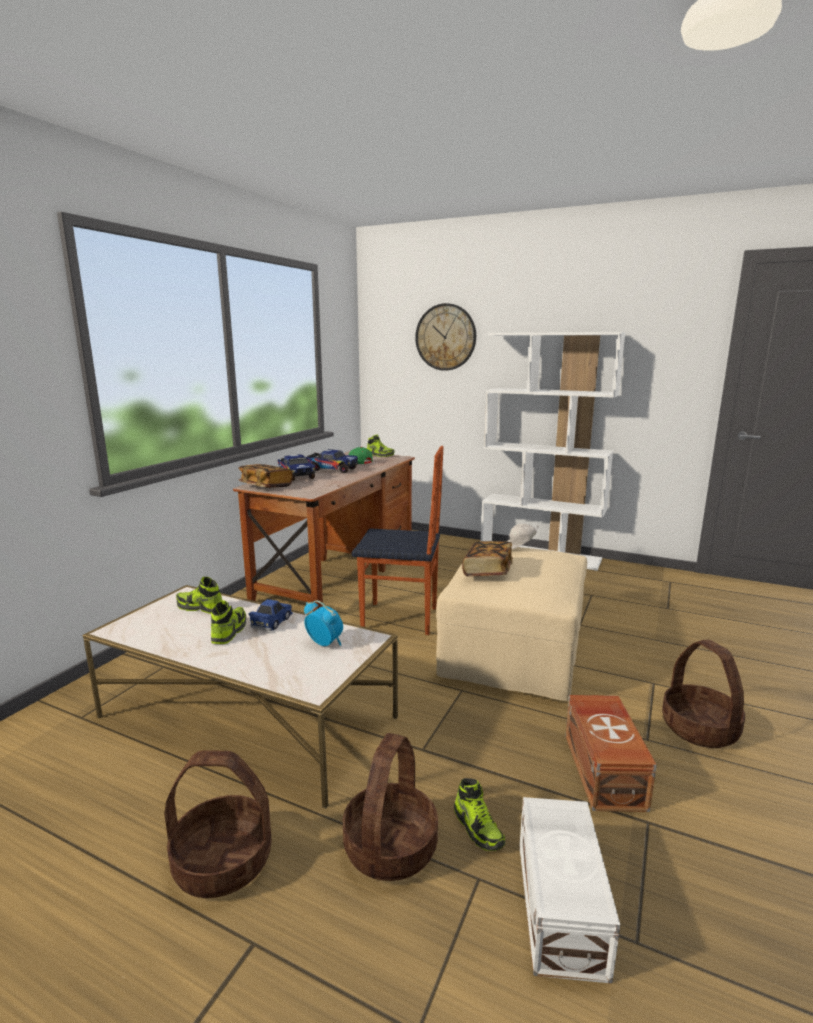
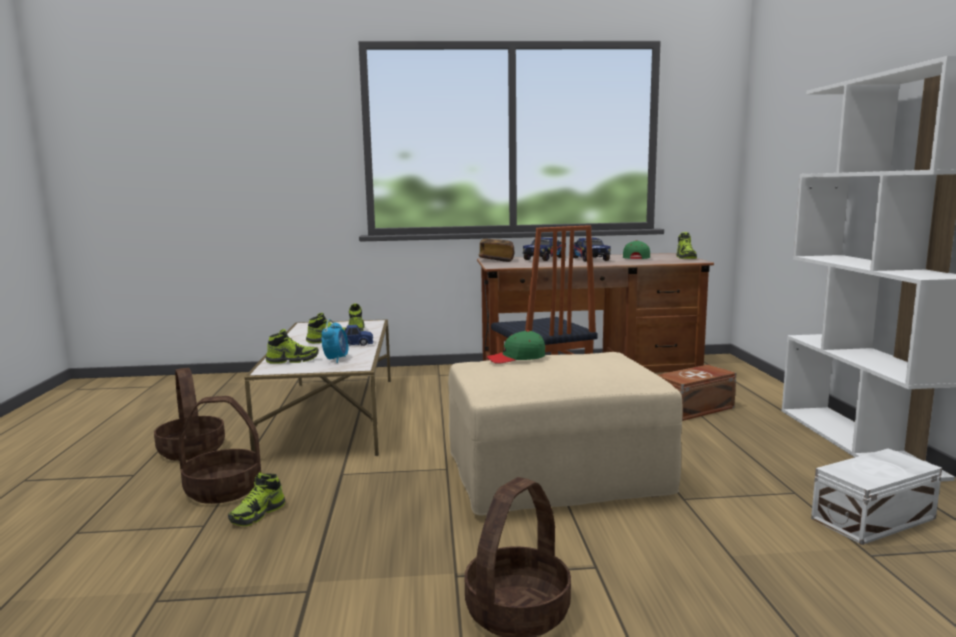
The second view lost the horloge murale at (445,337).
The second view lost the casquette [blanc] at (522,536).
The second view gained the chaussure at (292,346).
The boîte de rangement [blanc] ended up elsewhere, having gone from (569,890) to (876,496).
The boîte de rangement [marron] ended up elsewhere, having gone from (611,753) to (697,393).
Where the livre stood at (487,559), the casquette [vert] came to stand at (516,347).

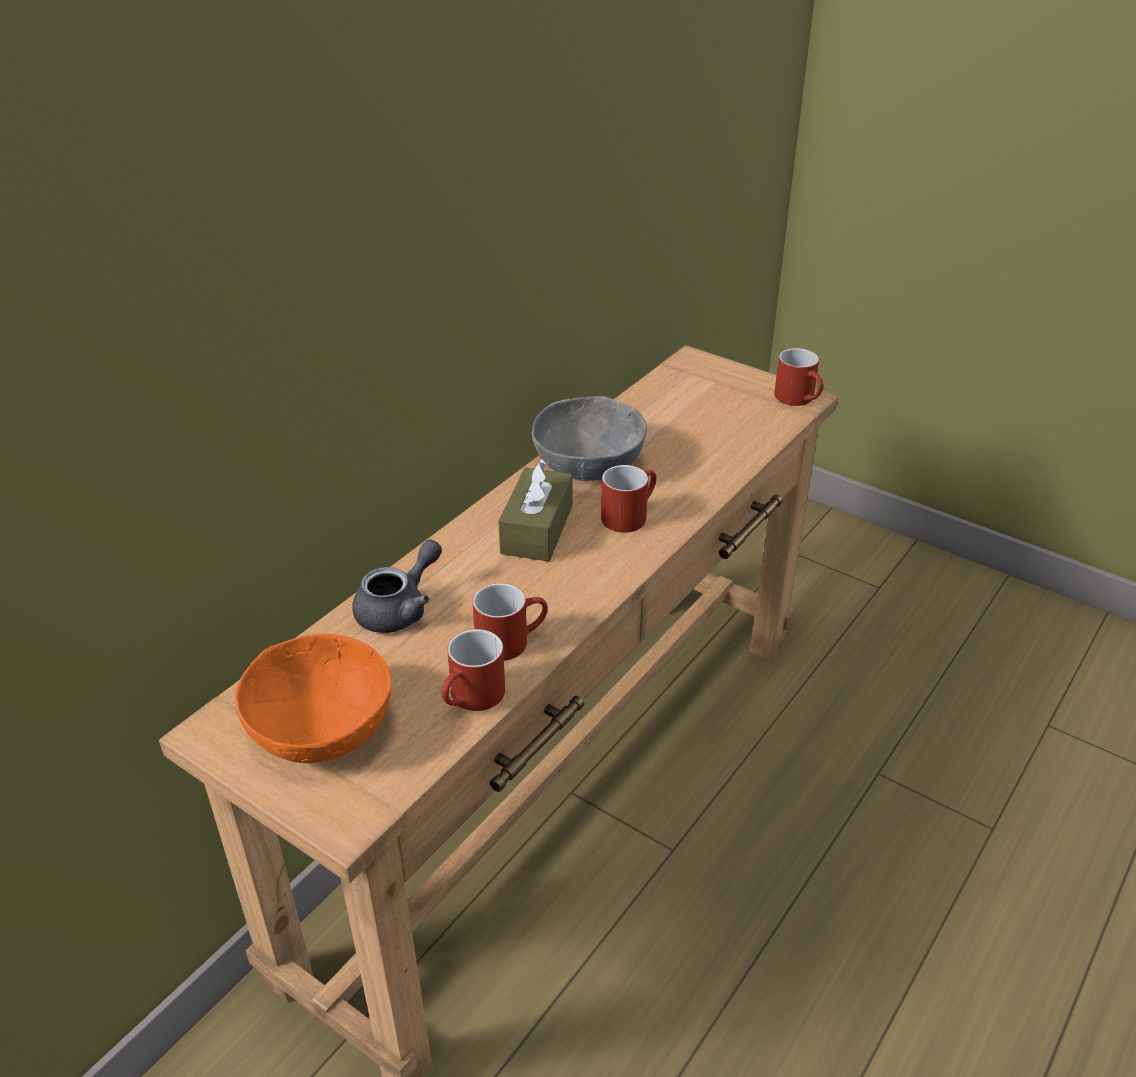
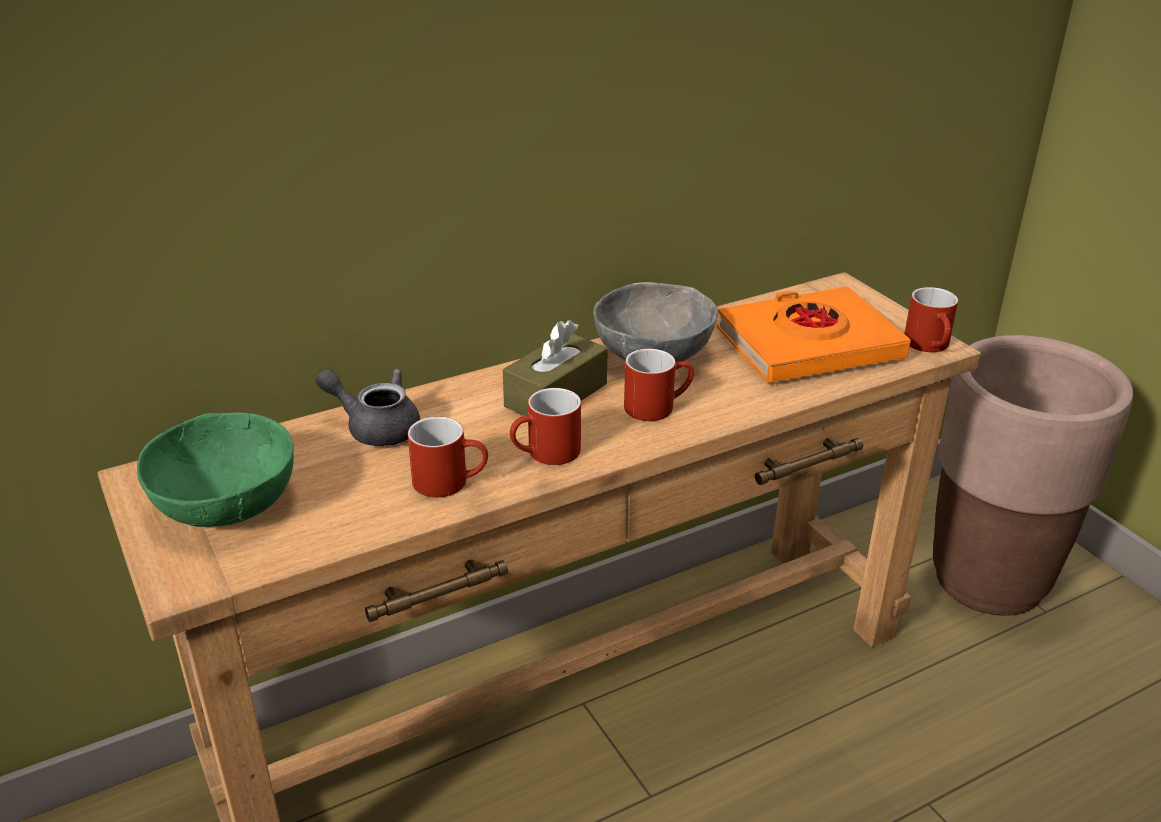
The second view gained the livre [orange] at (813,334).
The second view gained the cache-pot [marron] at (1033,475).
The mug [rouge] ended up elsewhere, having gone from (473,670) to (545,426).
What was the bol [orange] at (313,698) turned into the bol [vert] at (215,469).
The théière [gris] at (397,586) ended up facing another way, 135 degrees counterclockwise from before.

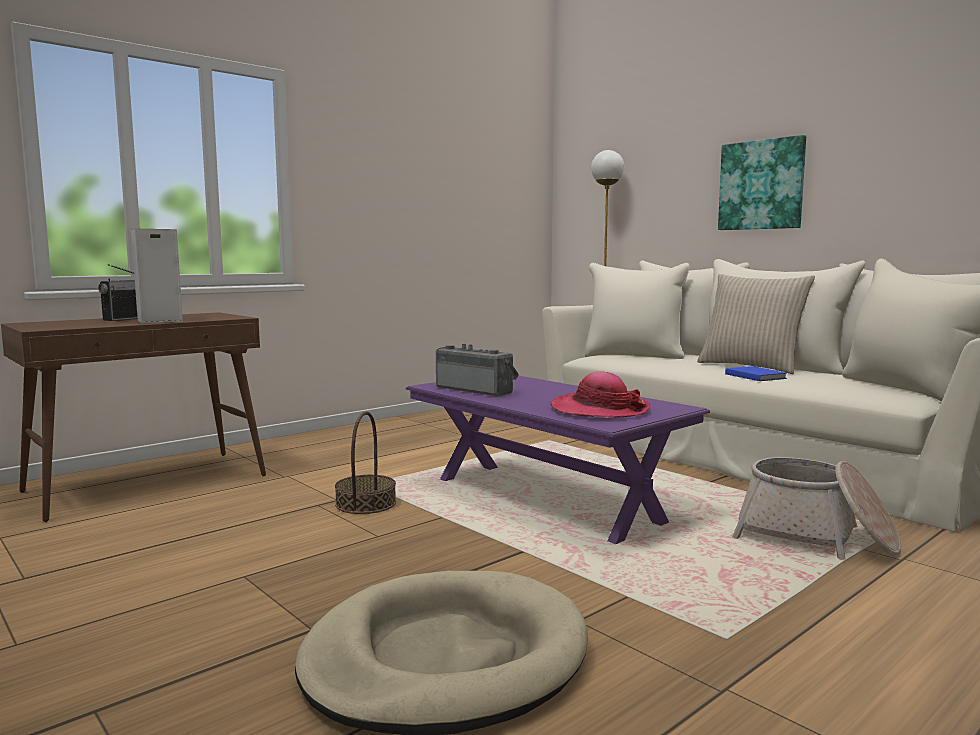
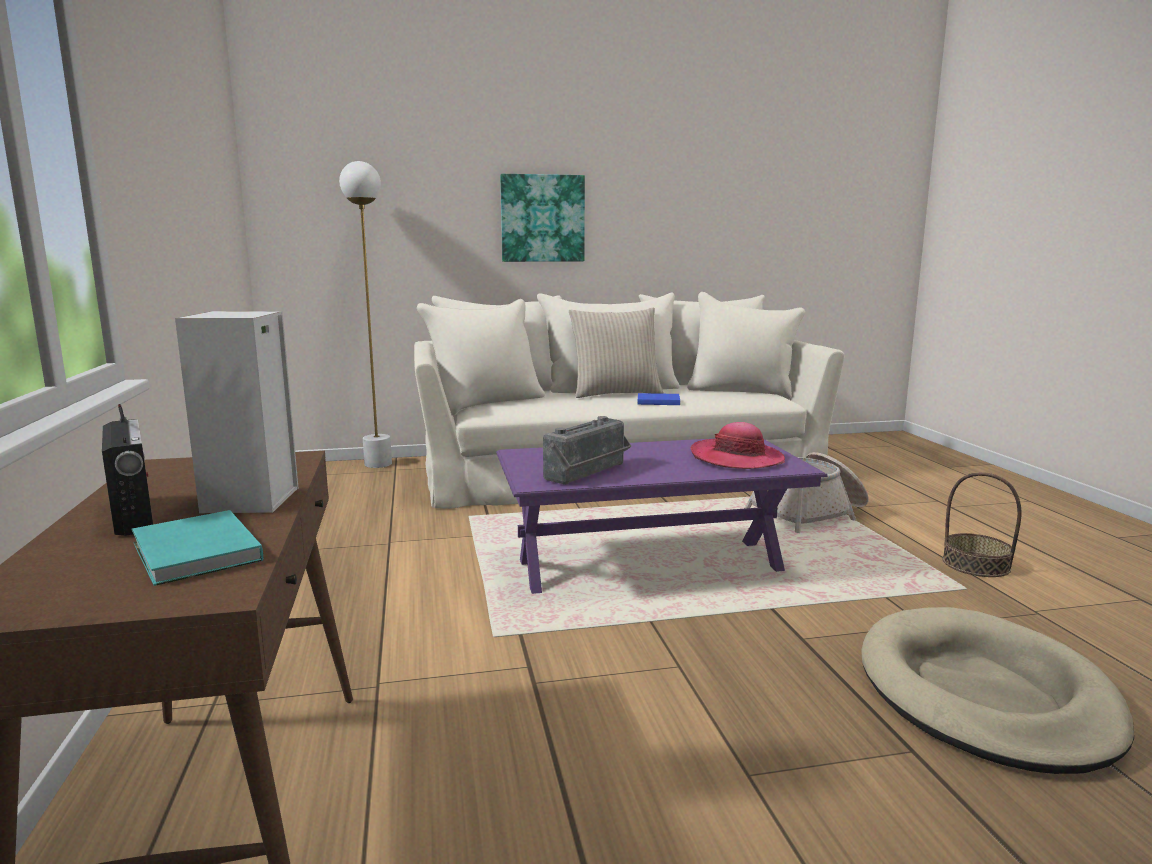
The second view gained the livre [turquoise] at (197,548).
The panier ended up elsewhere, having gone from (365,462) to (981,524).
The radio at (477,370) ended up facing another way, 150 degrees clockwise from before.

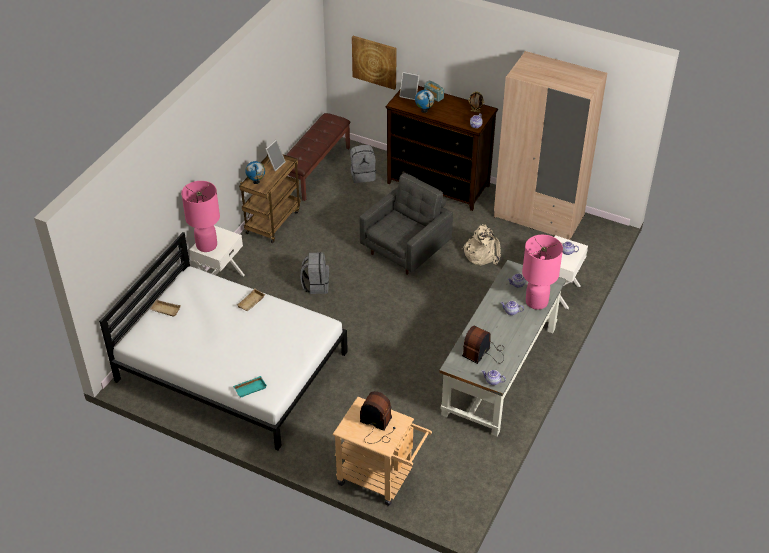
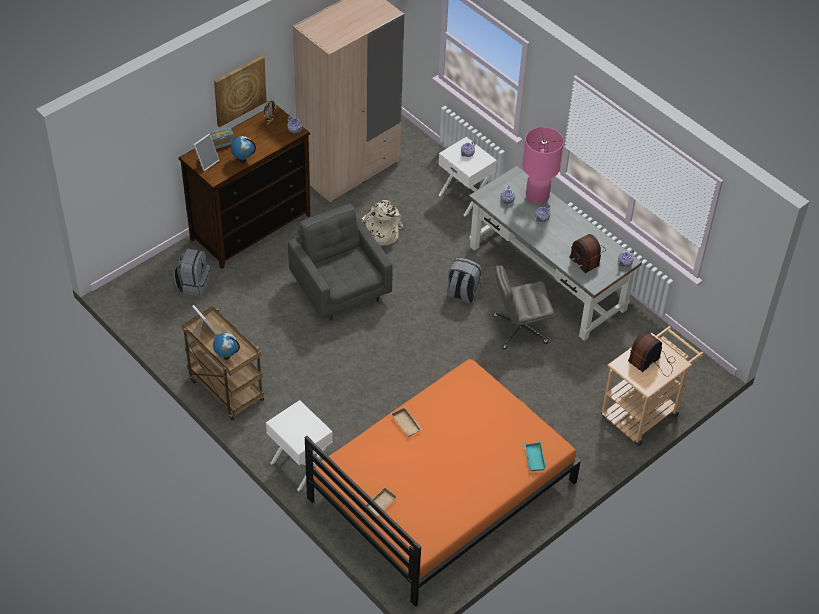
The second view lost the lampe de table [rose] at (200,216).
The second view lost the banc [marron] at (318,157).
The second view gained the chaise de bureau [gris] at (523,307).
The sac à dos [gris] ended up elsewhere, having gone from (314,273) to (464,281).
The tableau ended up elsewhere, having gone from (374,63) to (240,91).
What was the lit [blanc] at (223,341) turned into the lit [orange] at (443,483).

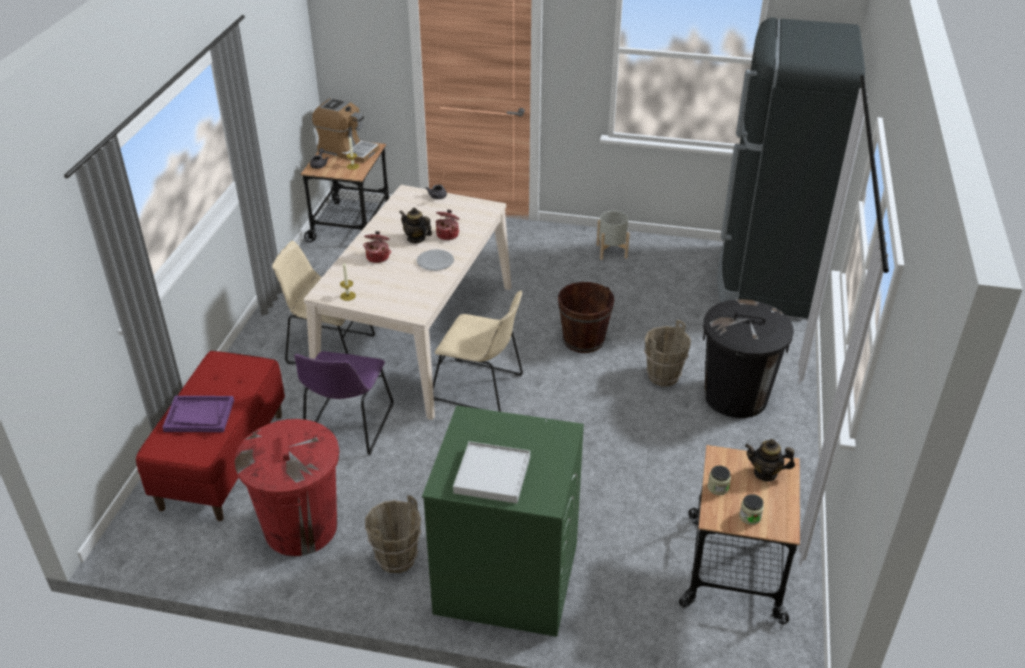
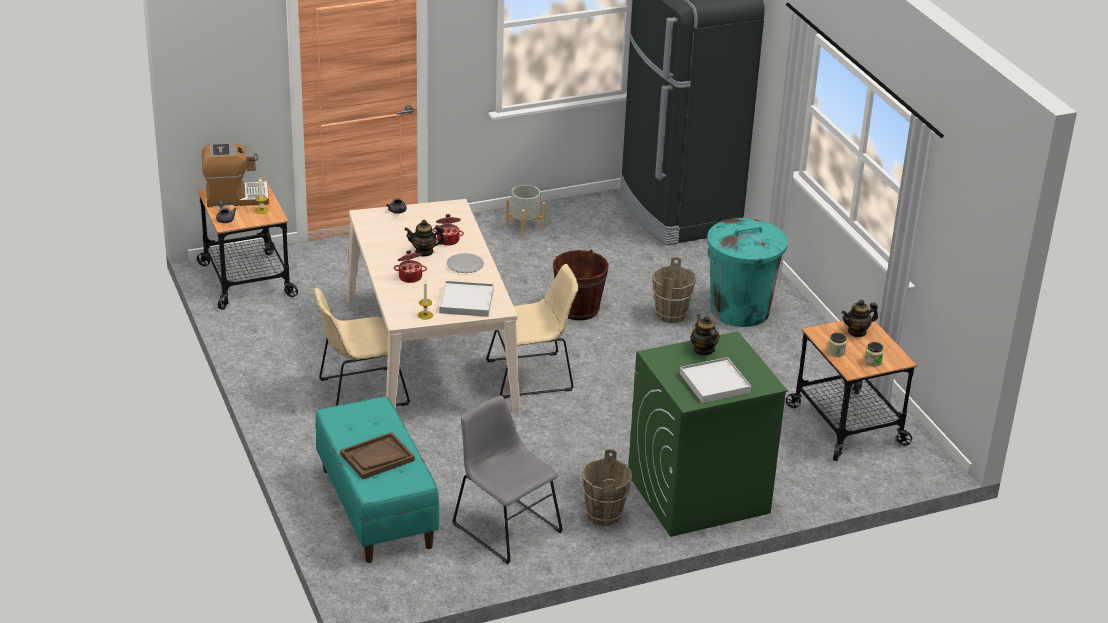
The second view lost the chaise [violet] at (344,403).
The second view gained the plateau [blanc] at (466,299).
The second view gained the théière at (705,335).
Where the poubelle [rouge] stood at (287,487), the chaise [gris] came to stand at (508,479).
What was the banc [rouge] at (210,436) turned into the banc [turquoise] at (377,479).
What was the plateau [violet] at (198,414) turned into the plateau [marron] at (377,455).
What was the poubelle [noir] at (748,358) turned into the poubelle [turquoise] at (747,272).

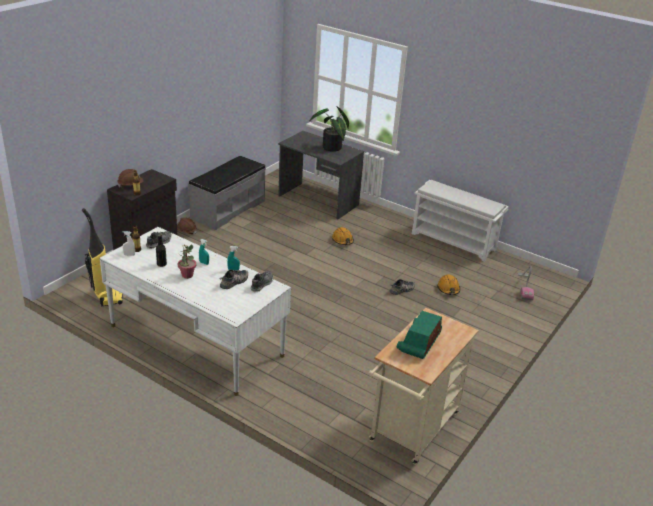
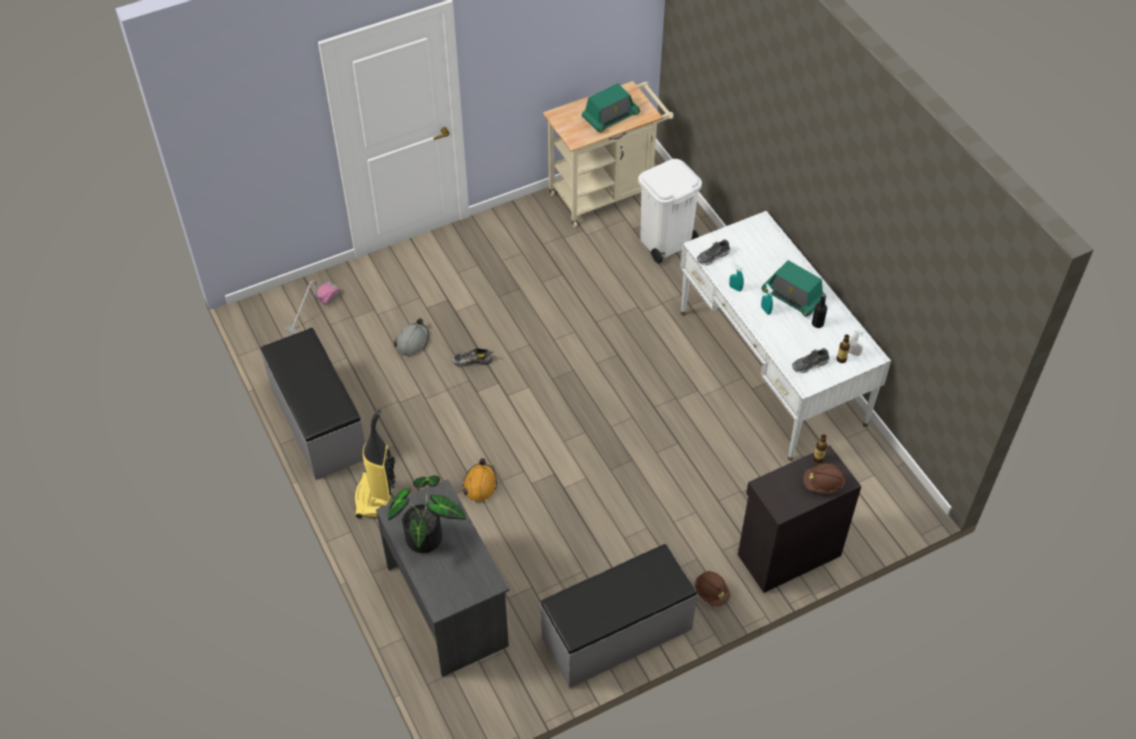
The second view lost the chaussure at (234,279).
The second view gained the poubelle [blanc] at (670,211).
The aspirateur ended up elsewhere, having gone from (102,257) to (374,464).
Where the plante en pot stood at (187,261), the radio came to stand at (793,288).
Where the étagère à chaussures [blanc] stood at (460,221), the banc [gris] came to stand at (313,404).
What was the casque de chantier [orange] at (448,284) turned into the casque de chantier [gris] at (411,337).

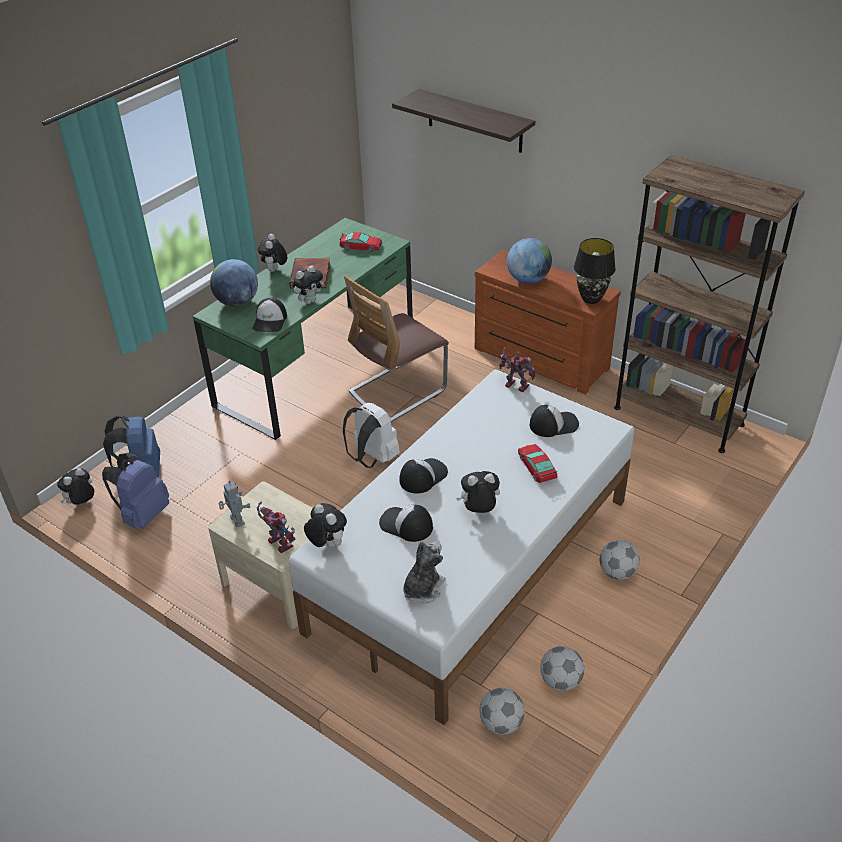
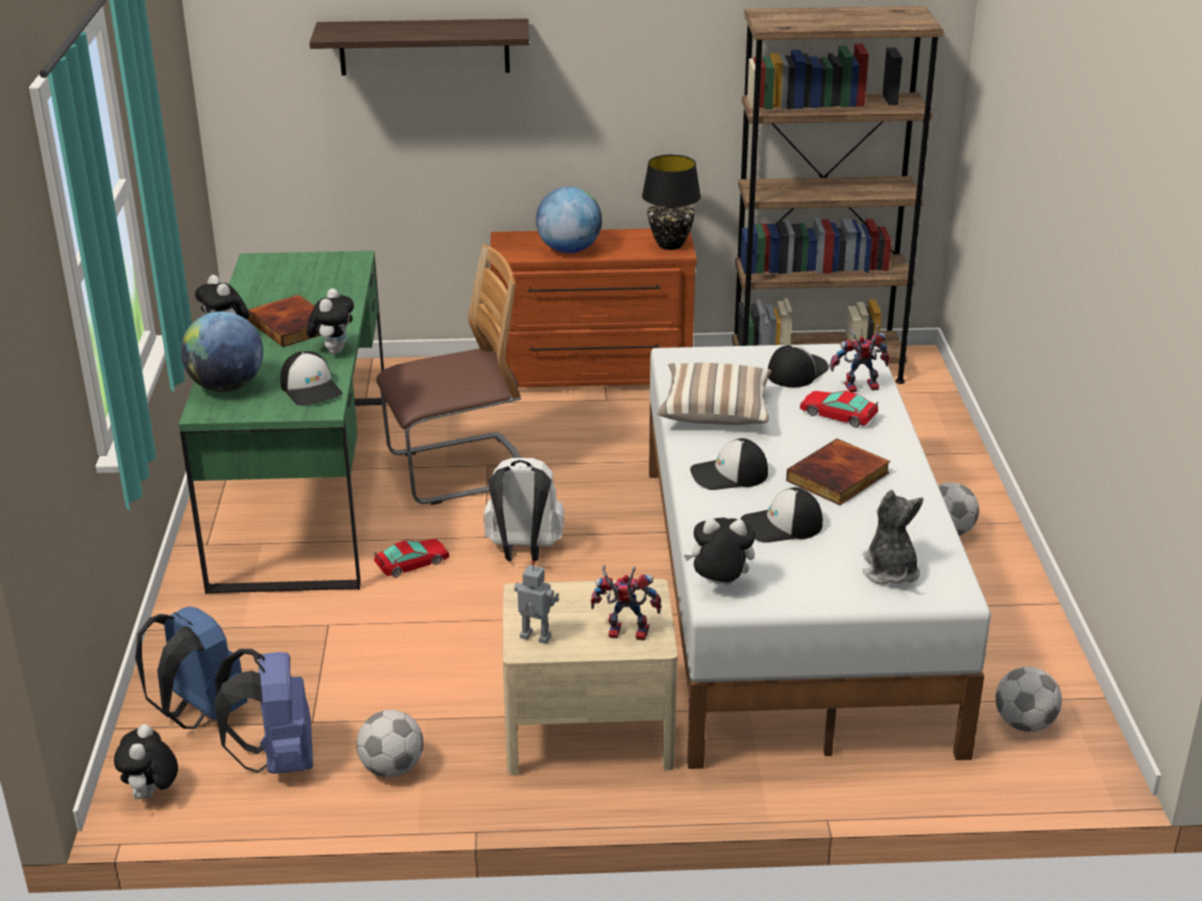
The second view gained the coussin at (714,394).
The petite voiture ended up elsewhere, having gone from (361,242) to (411,558).
The robot jouet ended up elsewhere, having gone from (517,369) to (859,358).
The ballon de foot ended up elsewhere, having gone from (562,668) to (390,743).
Where the peluche stood at (478,492), the livre came to stand at (838,472).
The chaise at (396,349) ended up facing another way, 120 degrees counterclockwise from before.
The casquette at (424,475) ended up facing another way, 105 degrees counterclockwise from before.

